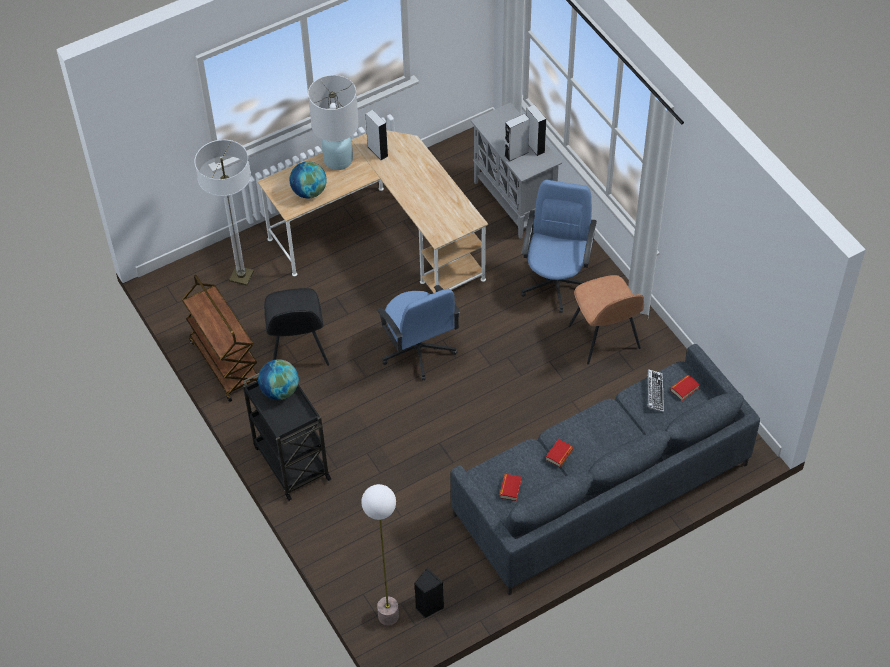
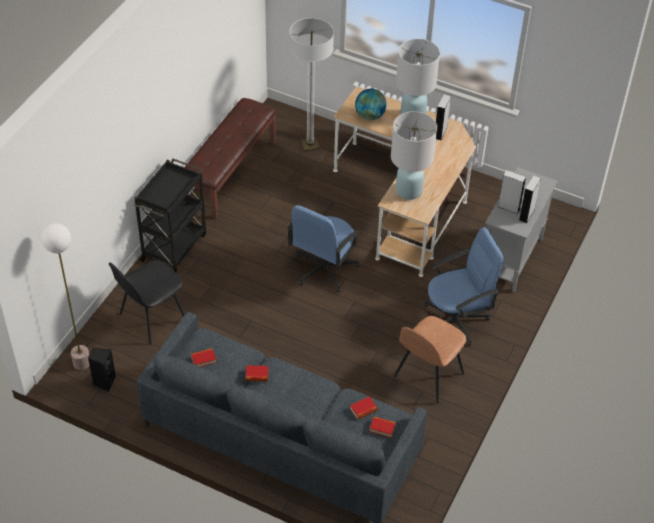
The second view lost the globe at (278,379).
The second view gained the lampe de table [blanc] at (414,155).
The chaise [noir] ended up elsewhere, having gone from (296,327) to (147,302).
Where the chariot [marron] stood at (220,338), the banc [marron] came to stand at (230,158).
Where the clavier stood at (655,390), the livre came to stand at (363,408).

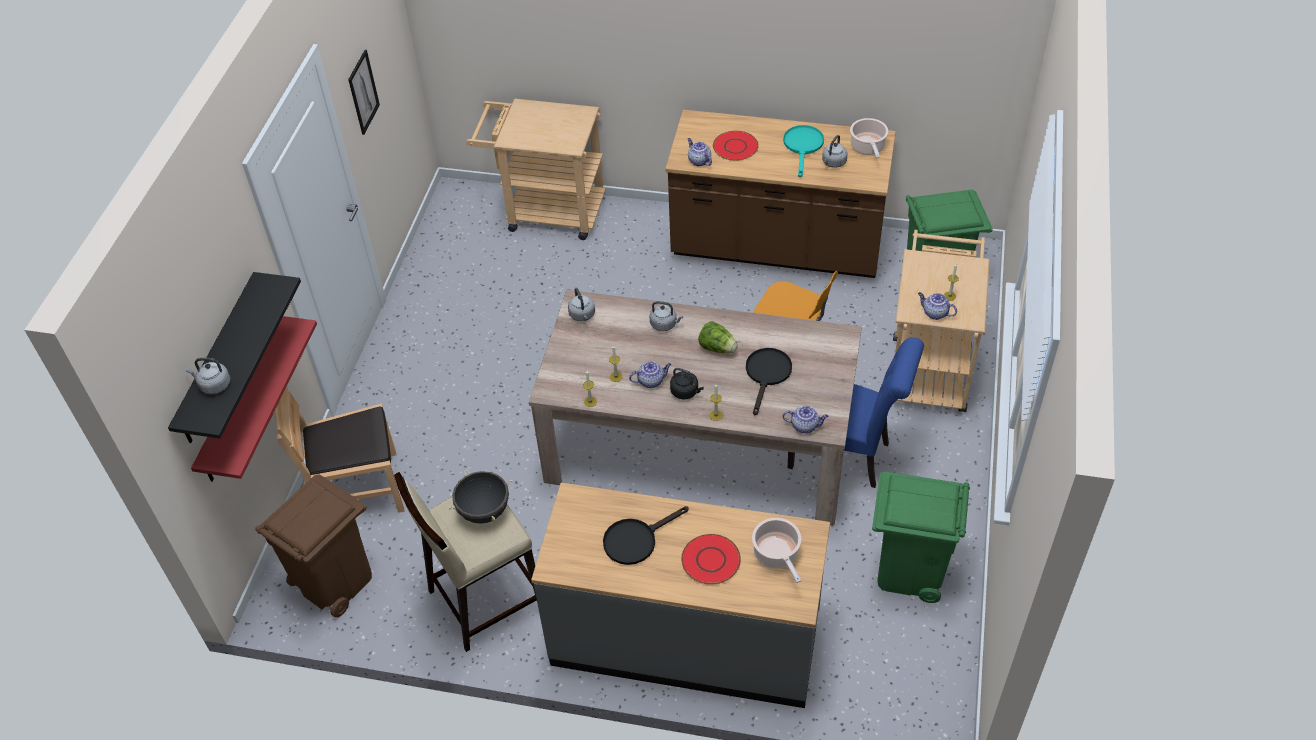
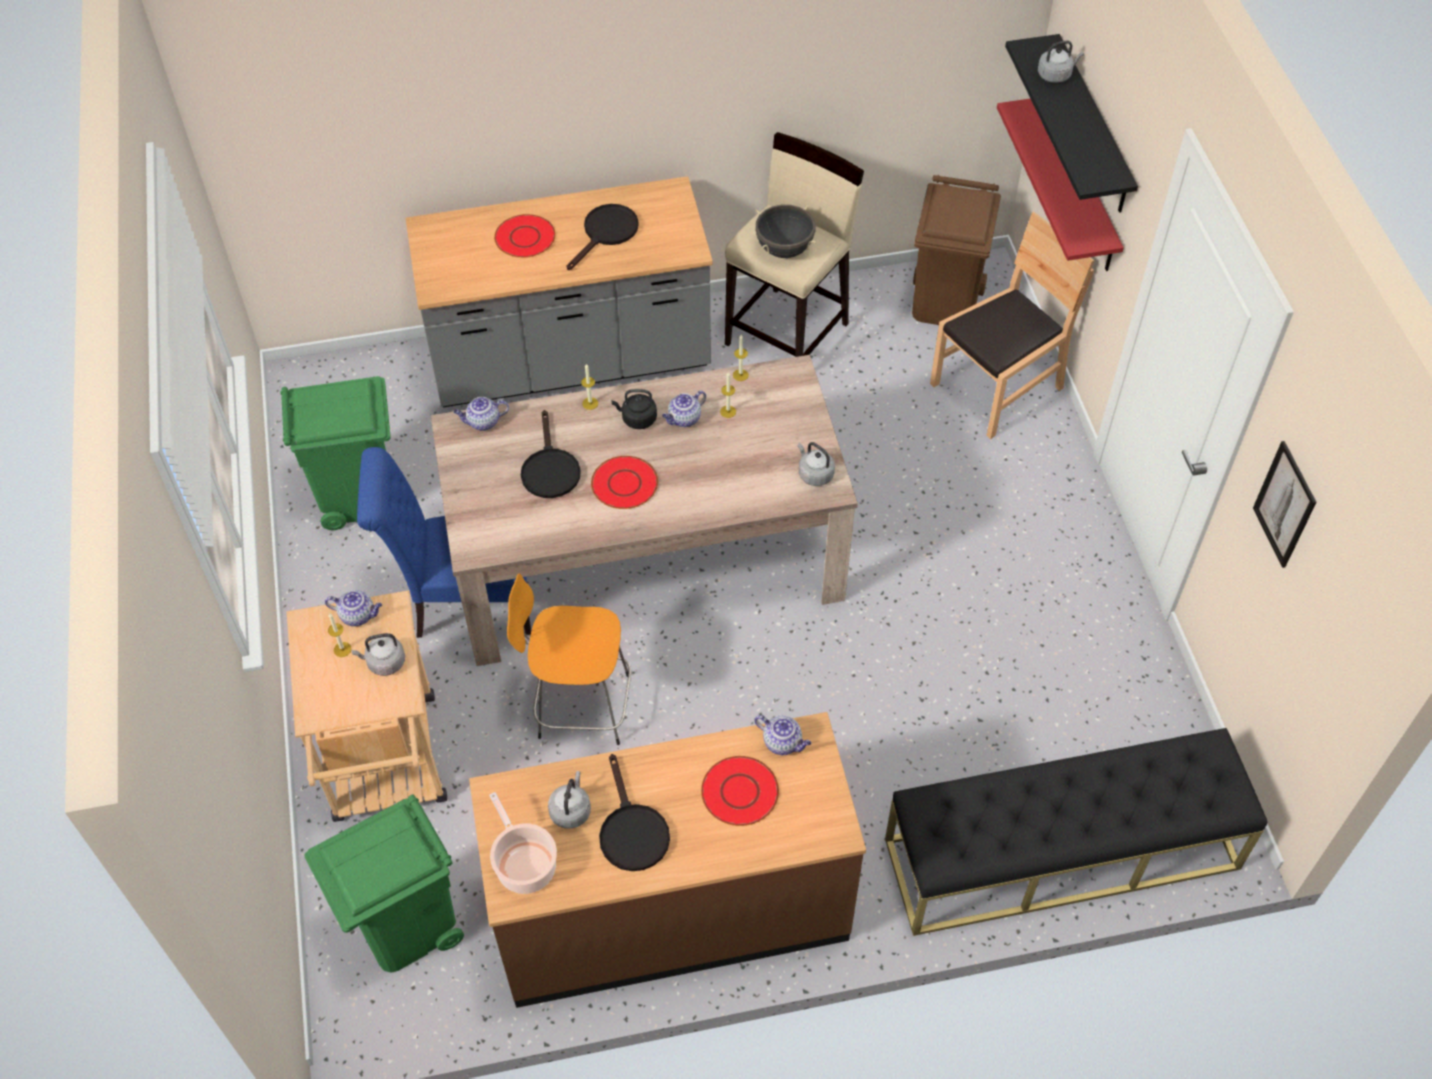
The second view lost the marmite at (776,550).
The bouilloire [gris] ended up elsewhere, having gone from (666,316) to (378,654).
Where the chariot [beige] stood at (536,169), the banc [noir] came to stand at (1076,832).
Where the laitue stood at (718,337), the assiette [rouge] came to stand at (624,482).
What was the poêle [turquoise] at (803,151) turned into the poêle [noir] at (634,812).

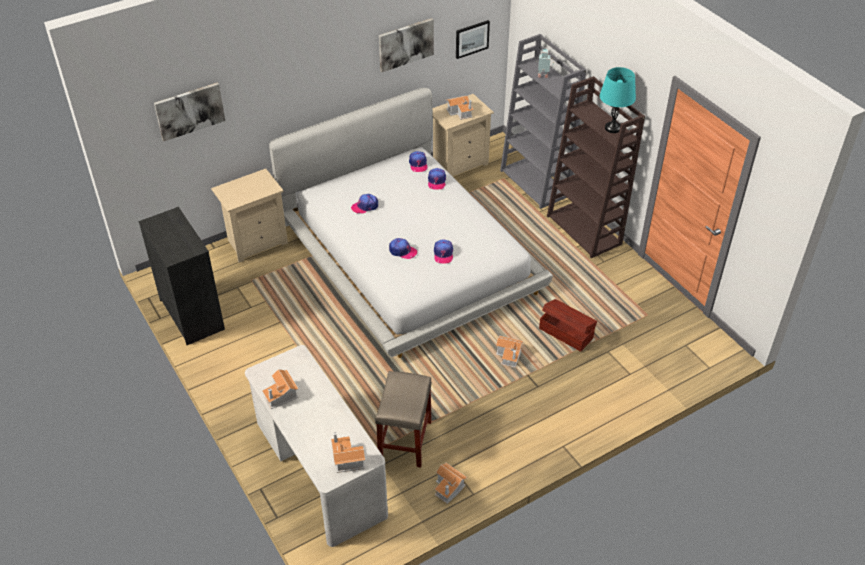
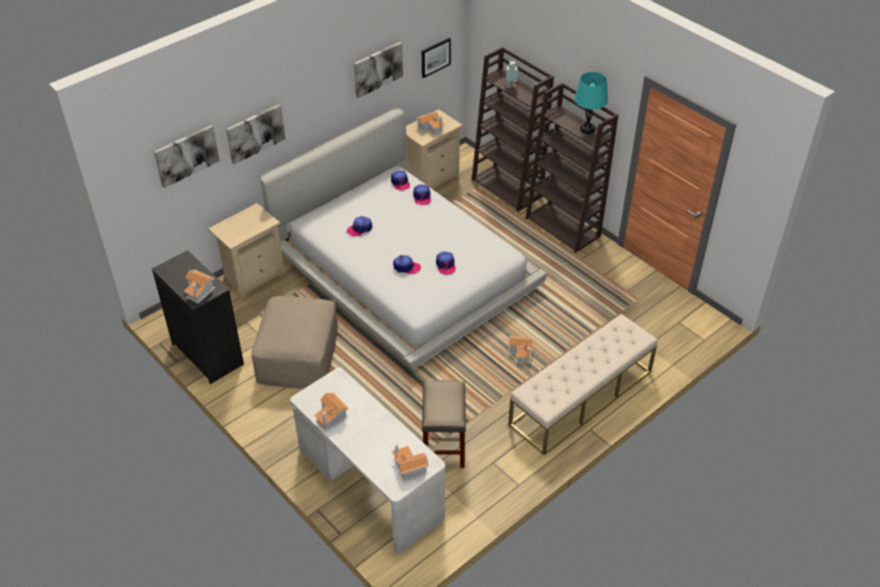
The second view lost the boîte de rangement [marron] at (568,325).
The second view gained the tableau at (255,134).
The second view gained the pouf [beige] at (294,342).
The second view gained the banc [beige] at (583,384).
The maison miniature ended up elsewhere, having gone from (450,483) to (199,286).
What was the bibliothèque [gris] at (543,121) turned into the bibliothèque [marron] at (513,129).

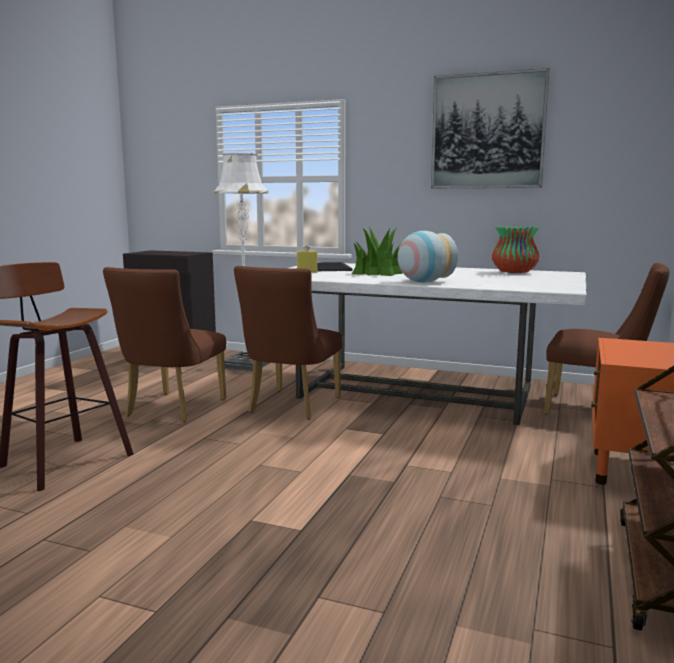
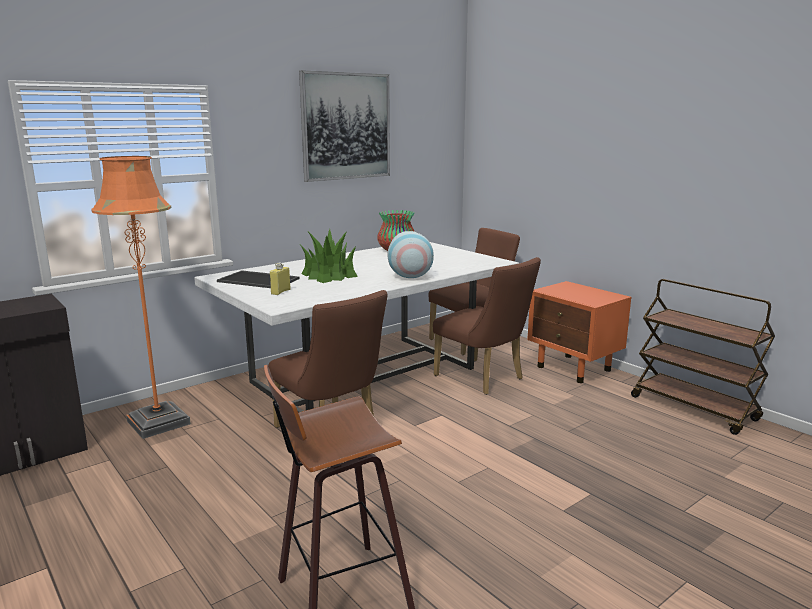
The chaise [marron] ended up elsewhere, having gone from (164,345) to (487,326).
What was the lampadaire [blanc] at (242,262) turned into the lampadaire [orange] at (141,297).

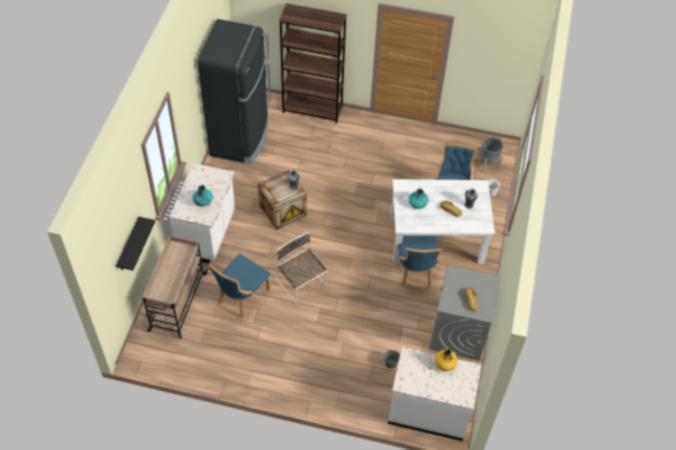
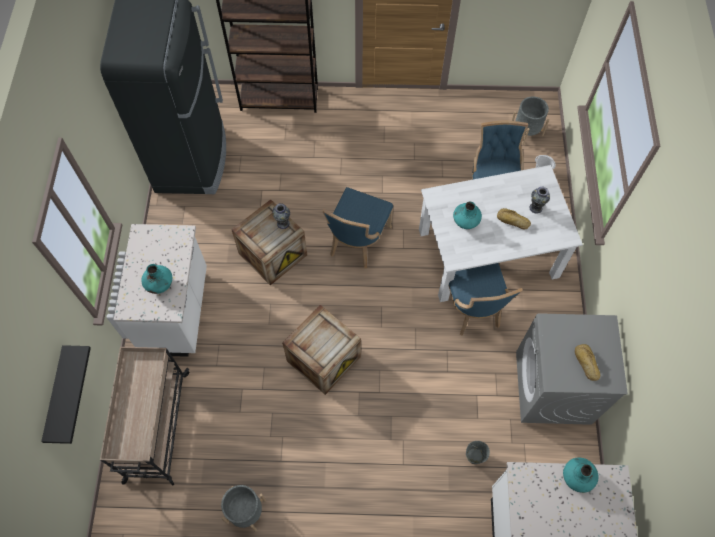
The second view gained the cache-pot [gris] at (243,508).
The chaise [bleu] ended up elsewhere, having gone from (240,286) to (357,228).
Where the chaise [noir] stood at (301,268), the caisse came to stand at (321,350).
What was the vase [jaune] at (446,360) turned into the vase [turquoise] at (581,475).

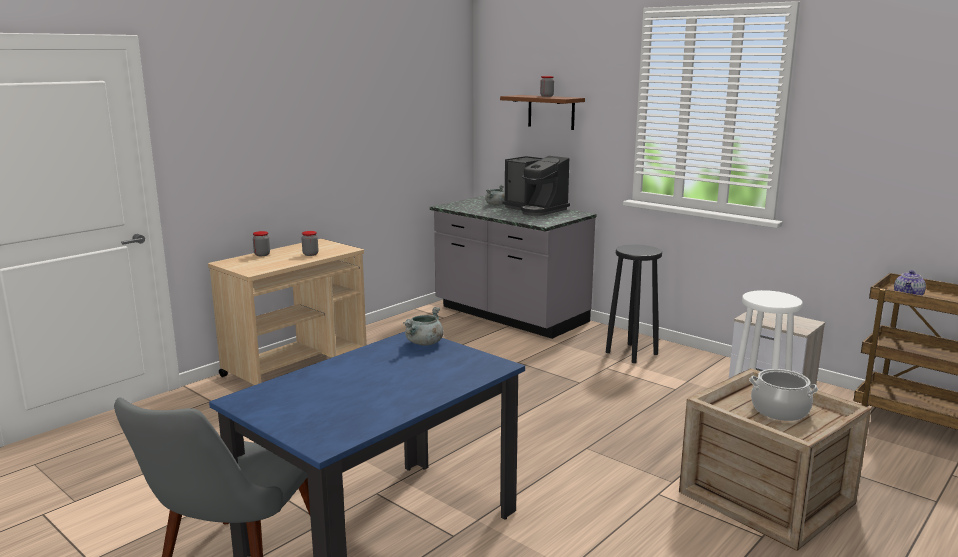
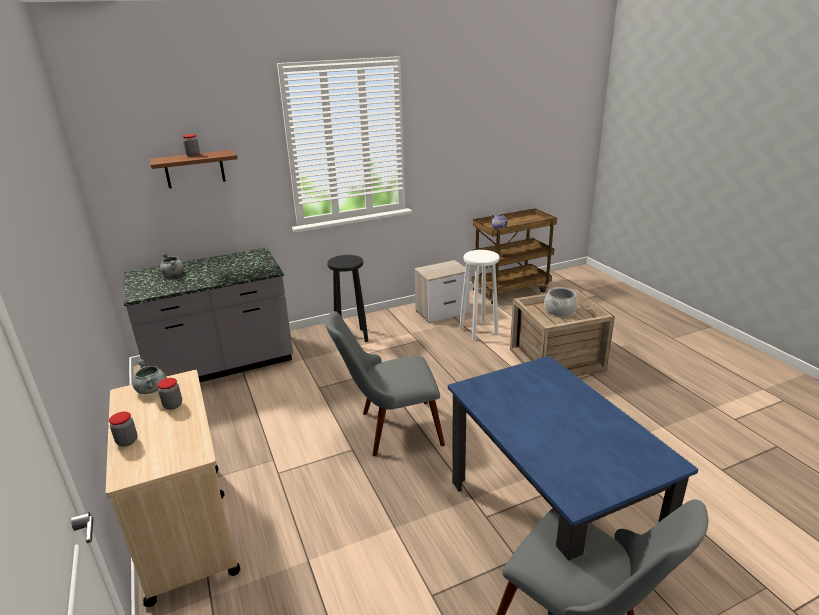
The second view lost the machine à café at (536,186).
The second view gained the chaise [gris] at (385,383).
The marmite [gris] ended up elsewhere, having gone from (423,326) to (149,376).

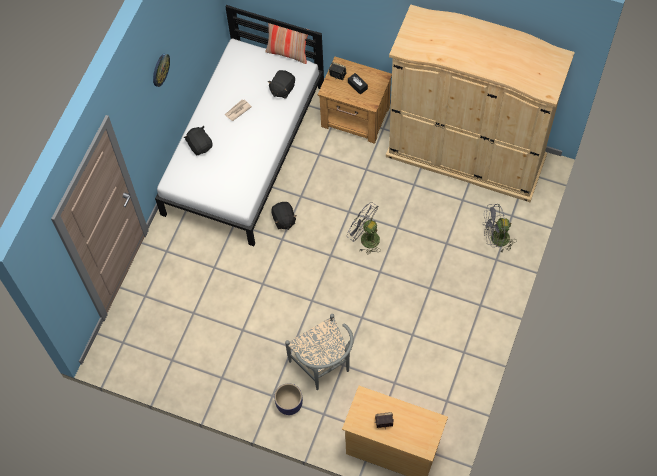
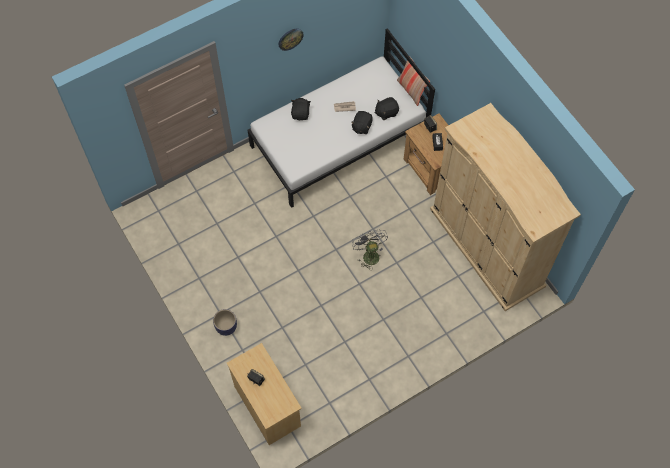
The second view lost the chaise [gris] at (319,352).
The second view lost the ventilateur [gris] at (500,228).
The peluche [noir] ended up elsewhere, having gone from (284,216) to (362,122).

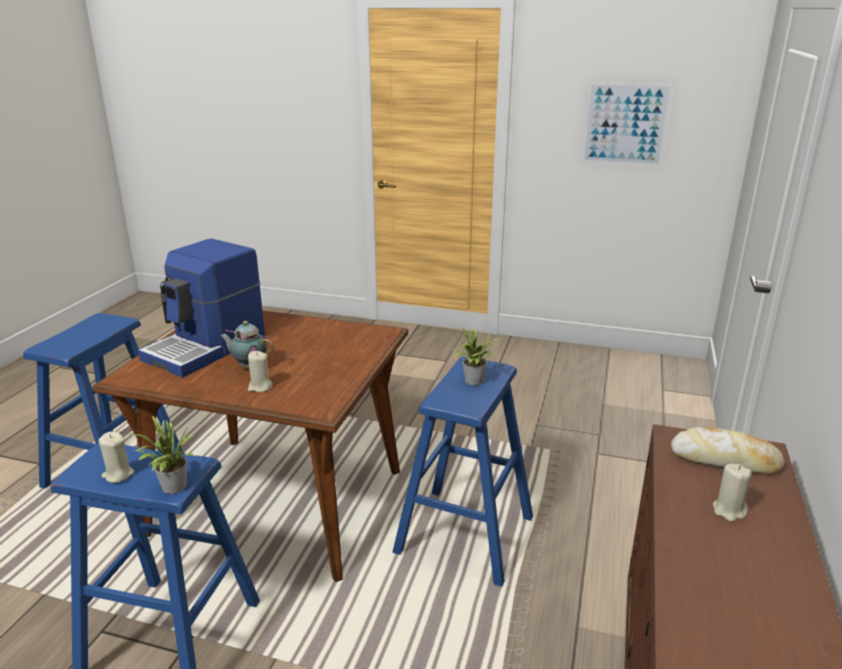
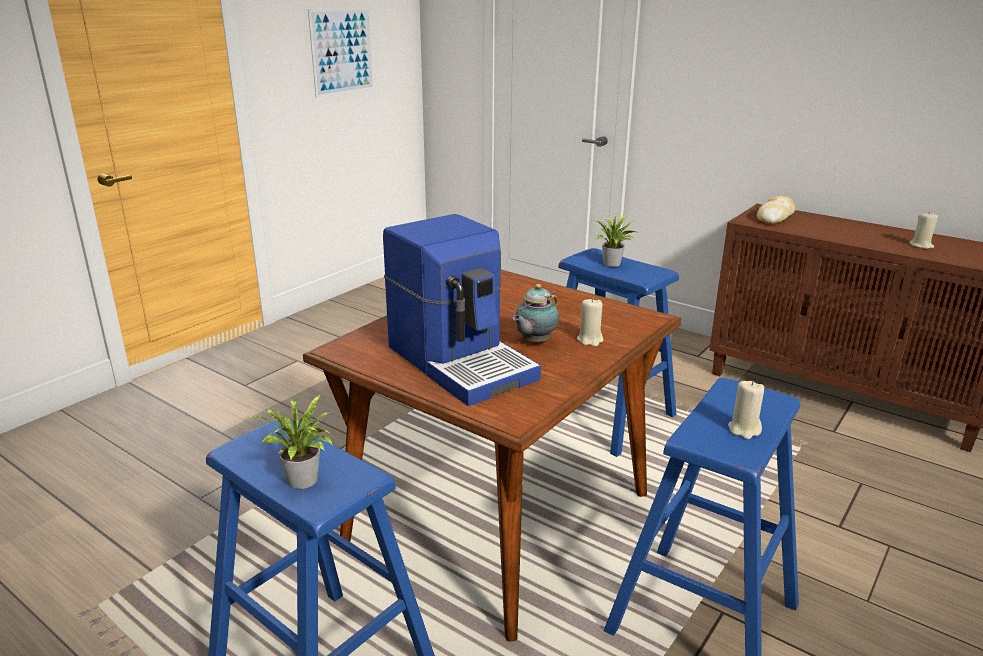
The plante en pot ended up elsewhere, having gone from (161,455) to (290,441).
The bougie [beige] ended up elsewhere, having gone from (732,493) to (923,230).

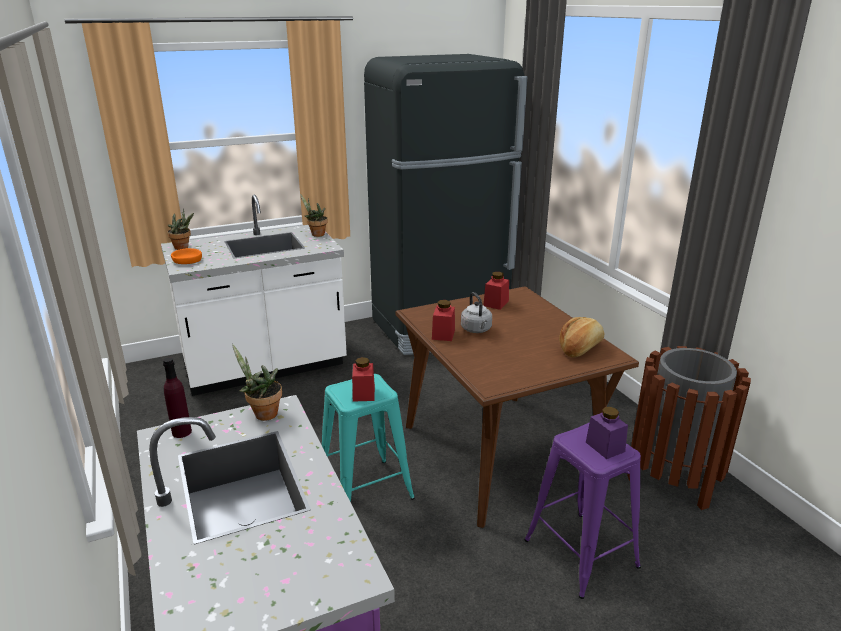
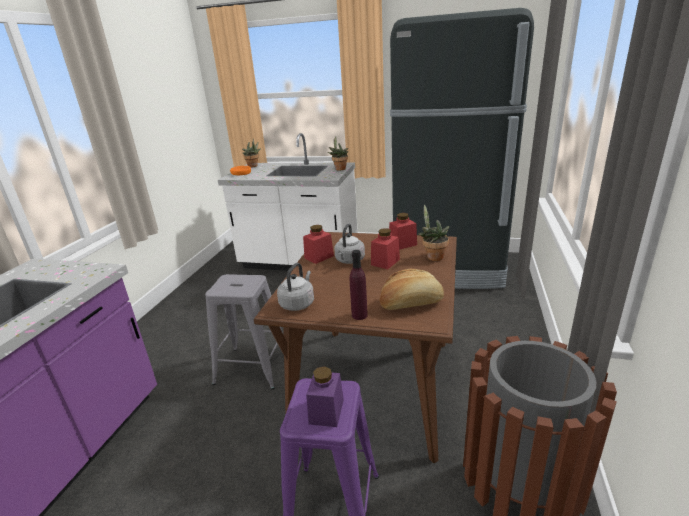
The second view gained the bouilloire [gris] at (295,287).
The bouteille [violet] ended up elsewhere, having gone from (177,398) to (359,285).
The plante en pot ended up elsewhere, having gone from (257,382) to (434,232).
The bocal [rouge] ended up elsewhere, having gone from (363,379) to (385,248).
What was the tabouret [turquoise] at (368,438) turned into the tabouret [gris] at (244,332).

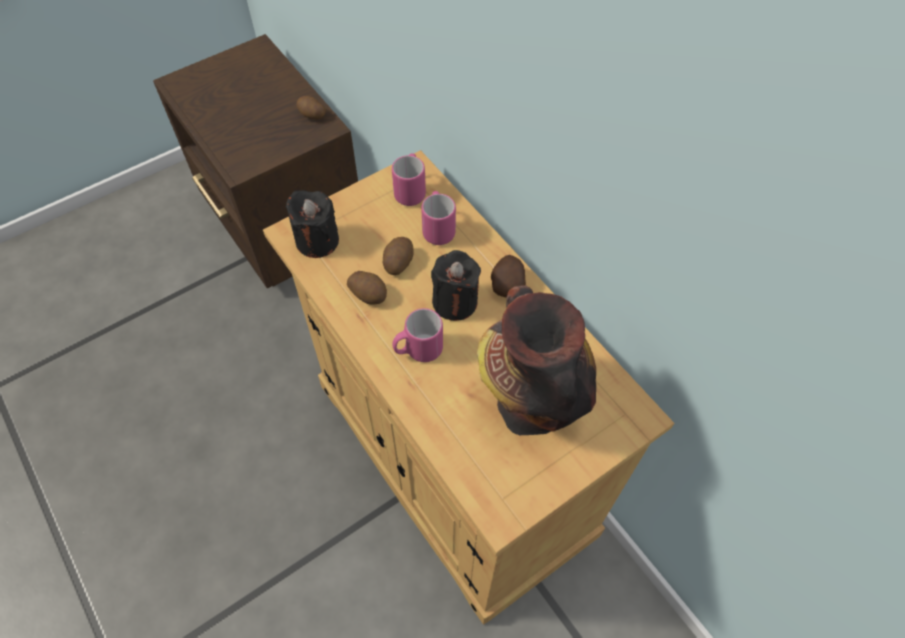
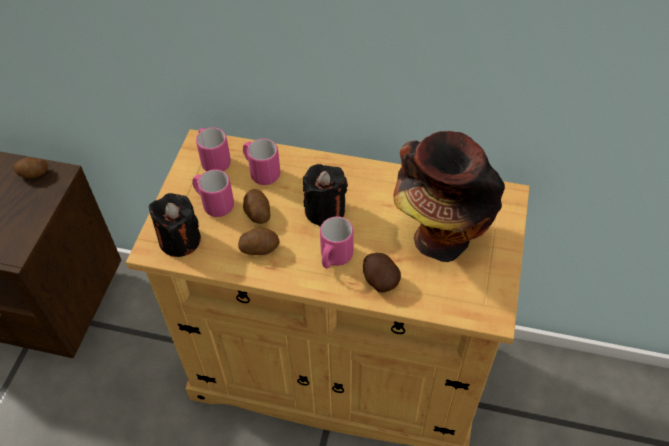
The second view gained the mug [rose] at (213,193).
The pomme de terre ended up elsewhere, having gone from (508,276) to (382,273).

